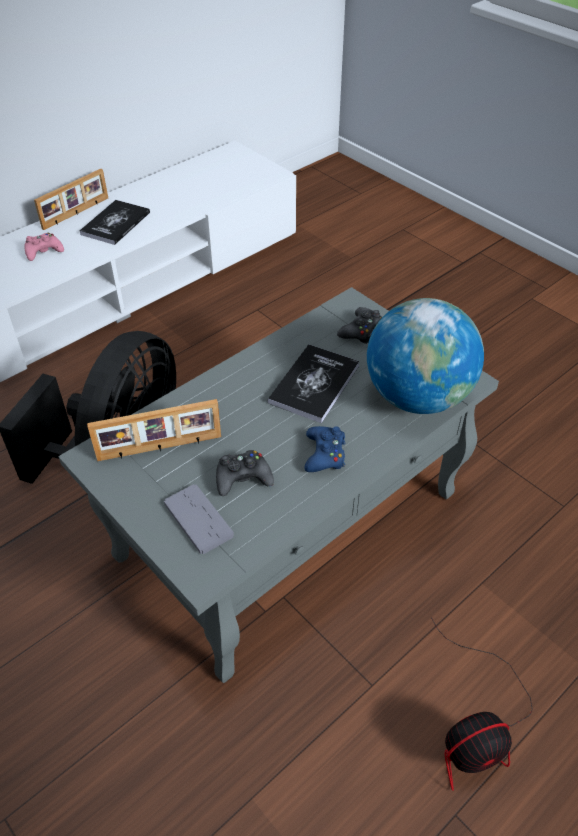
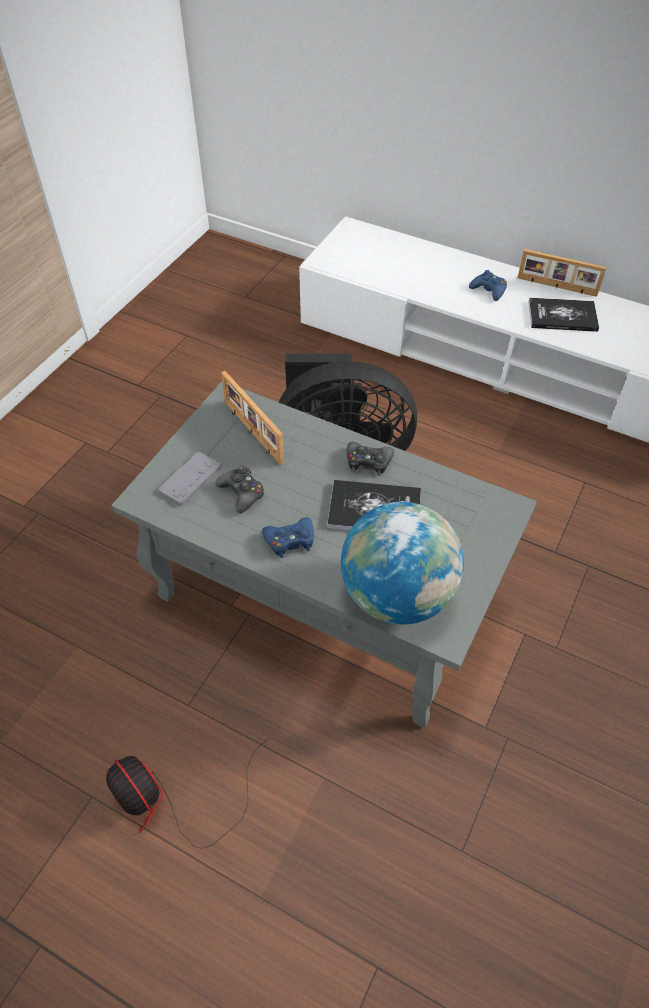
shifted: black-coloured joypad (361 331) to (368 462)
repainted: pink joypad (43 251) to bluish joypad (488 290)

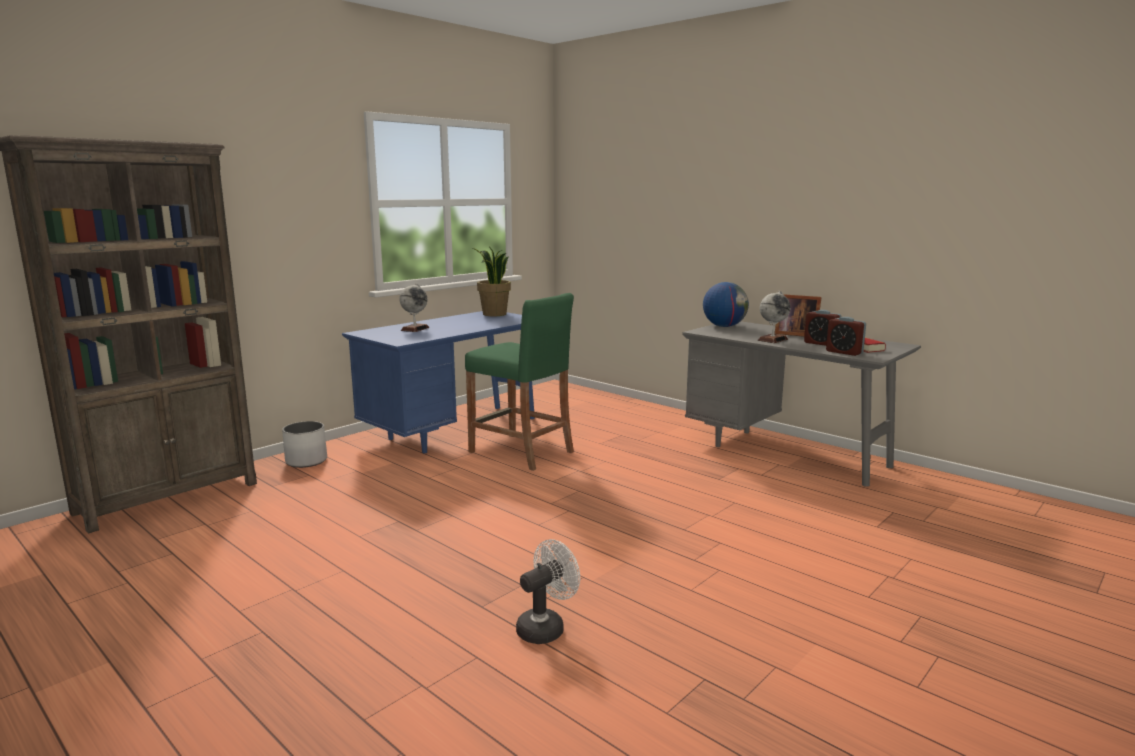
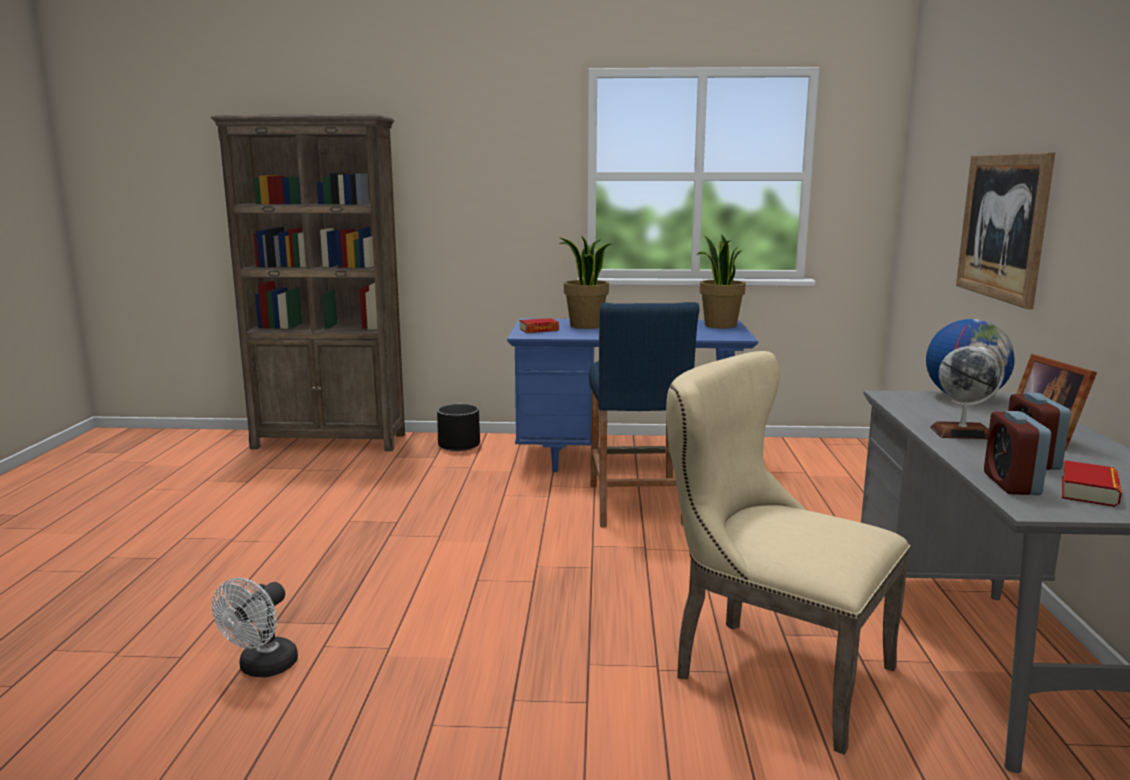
new: volume (539 330); sand-coloured plain chair (769 671); wall picture (1002 226)
swapped: world globe (415 329) to plant in a pot (585 326)
repainted: white-coloured planter (306 461) to black-coloured planter (458 445); greenish stool (521 452) to bluish stool (636 504)
rotated: white-coloured cooling fan (546 627) = (262 668) 105 degrees clockwise

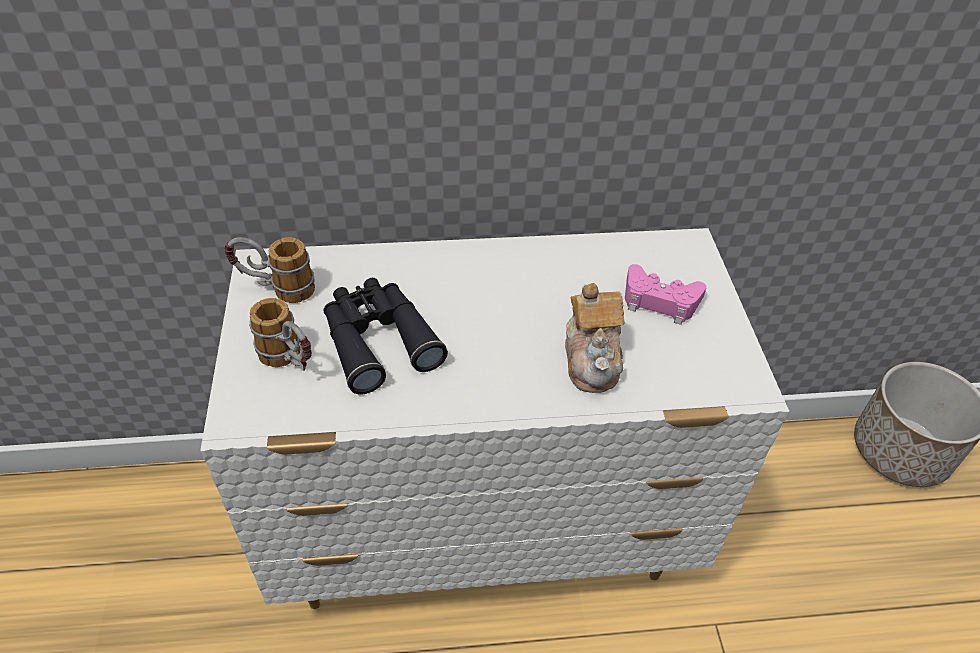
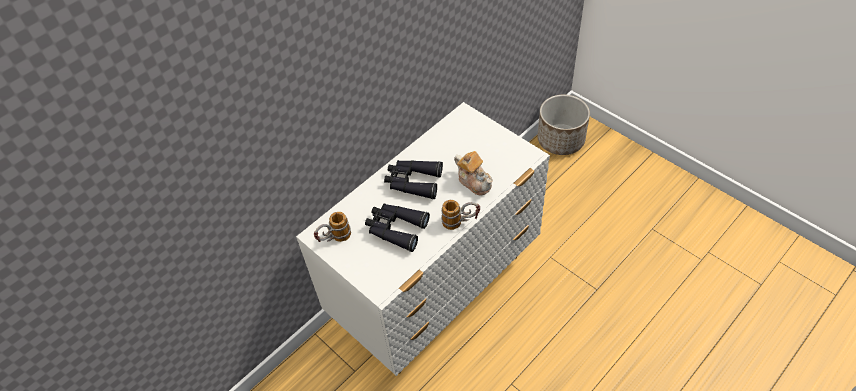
gone: pink joypad (660 300)
new: black-coloured pair of binoculars (413 182)
shifted: tea mug (291 363) to (460 222)

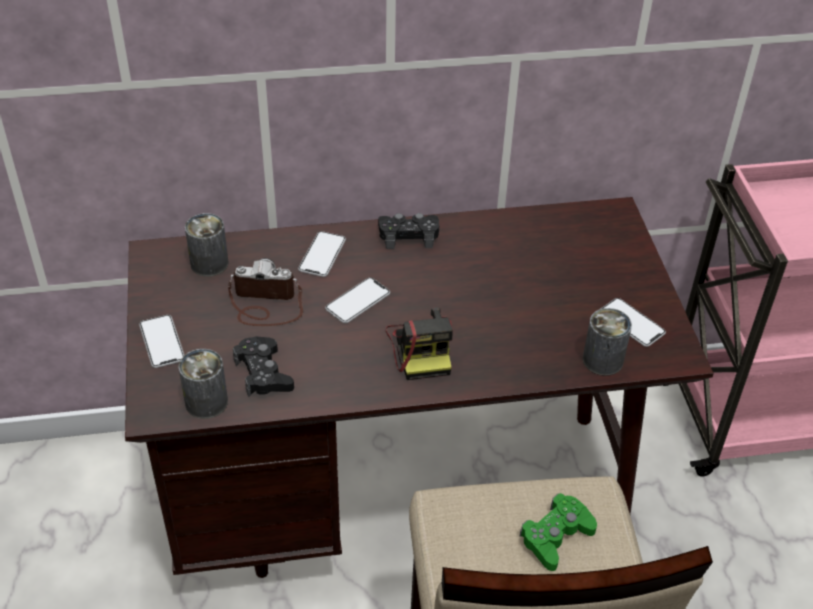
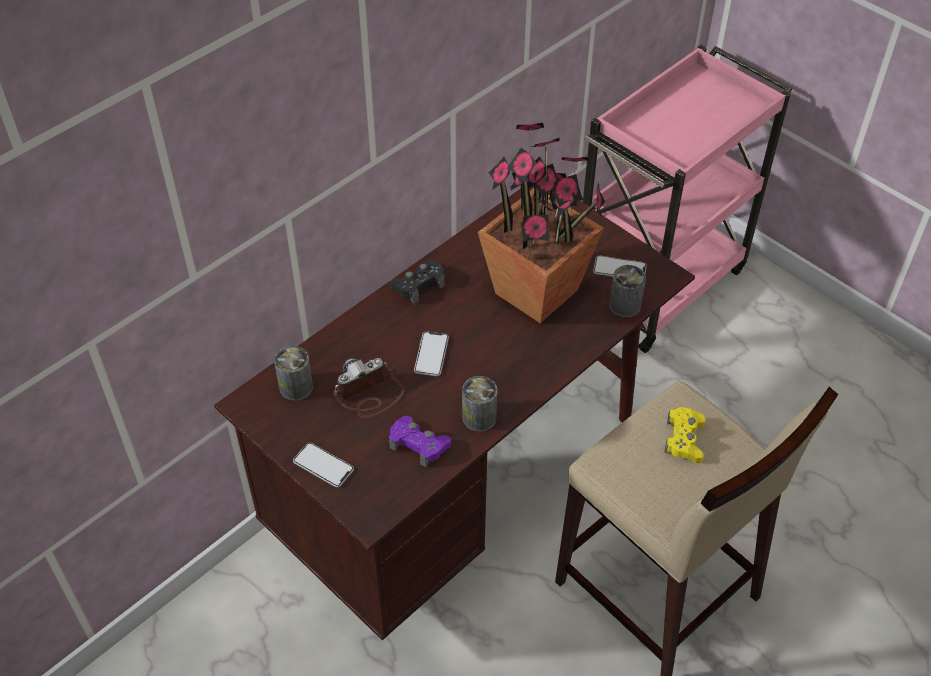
gone: handset (322 255); photo camera (422 348)
new: plant in a pot (537 292)
shifted: can (206 402) to (479 417)
repainted: black-coloured joypad (263 373) to purple-coloured joypad (418 444); greenish joypad (556 536) to yellow joypad (684 439)

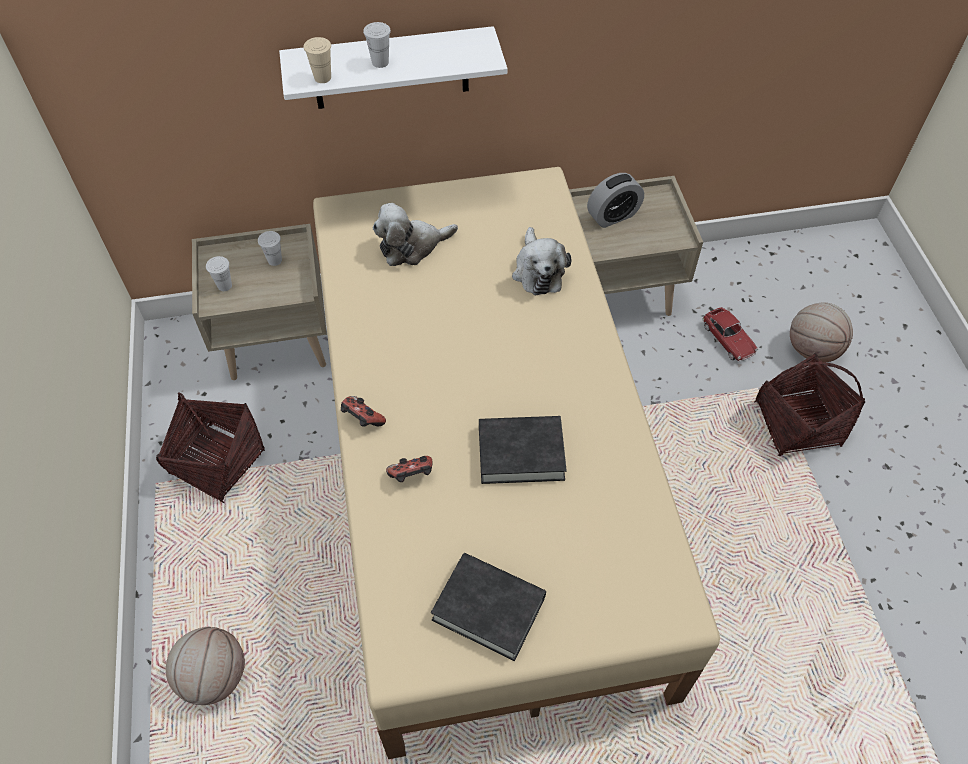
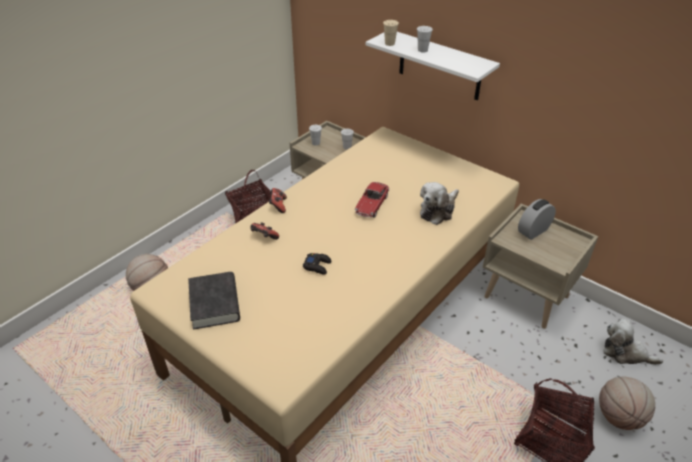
shifted: model car (727 339) to (372 205); soft toy (412 246) to (625 353)
swapped: black-coloured volume (521 453) to black-coloured joypad (317 266)
rotated: table clock (613 216) = (533 231) 120 degrees clockwise

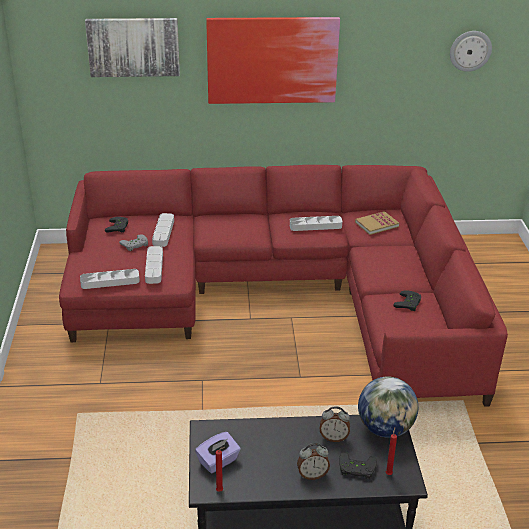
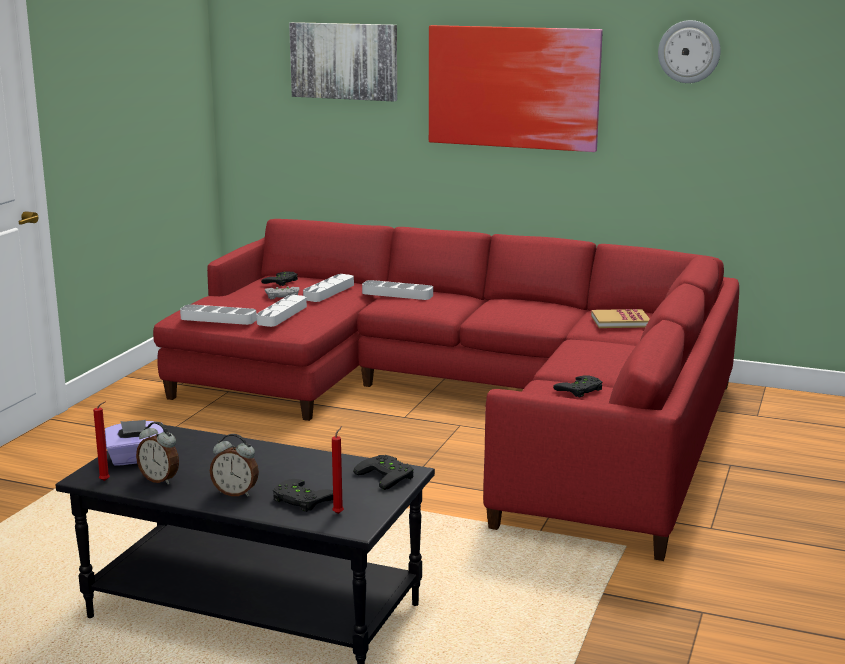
shifted: table clock (334 437) to (160 479); greyish tray (315 226) to (397 294); hanging clock (470 50) to (689 51)
swapped: world globe (385 428) to black-coloured joypad (388 475)

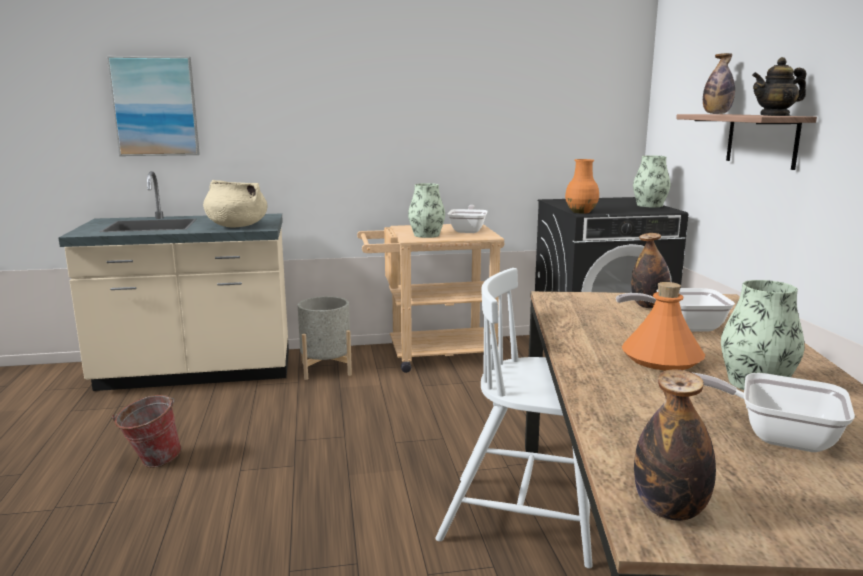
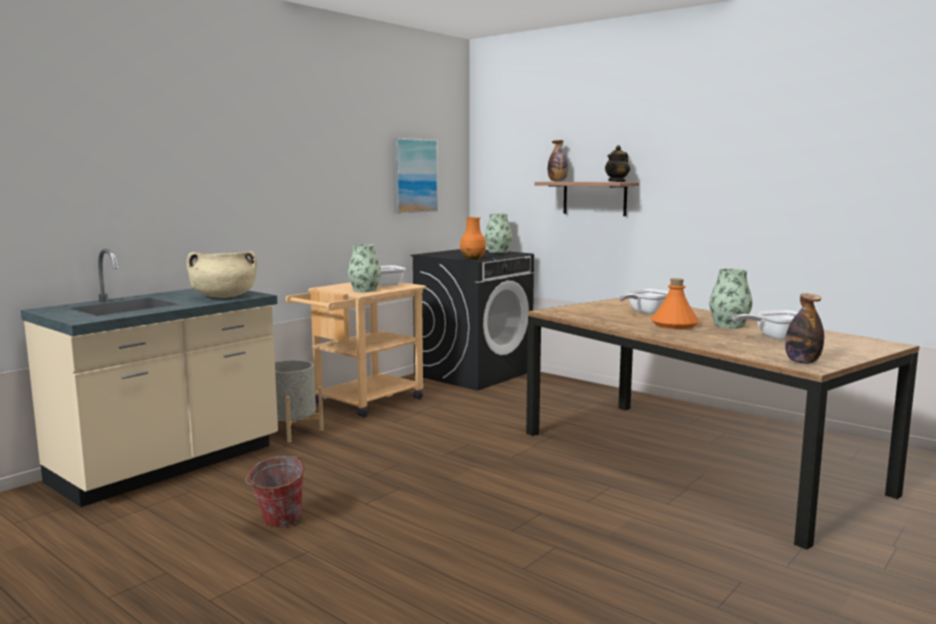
gone: white-coloured plain chair (523 519); drink bottle (649 306)
shifted: wall picture (155 106) to (414 175)

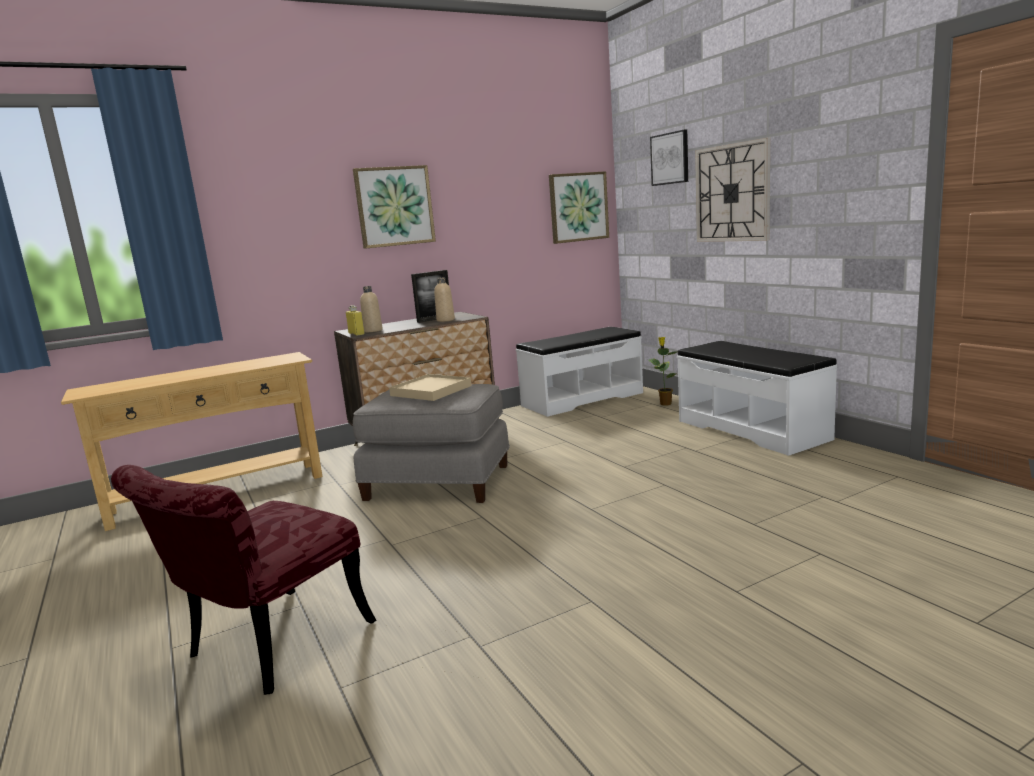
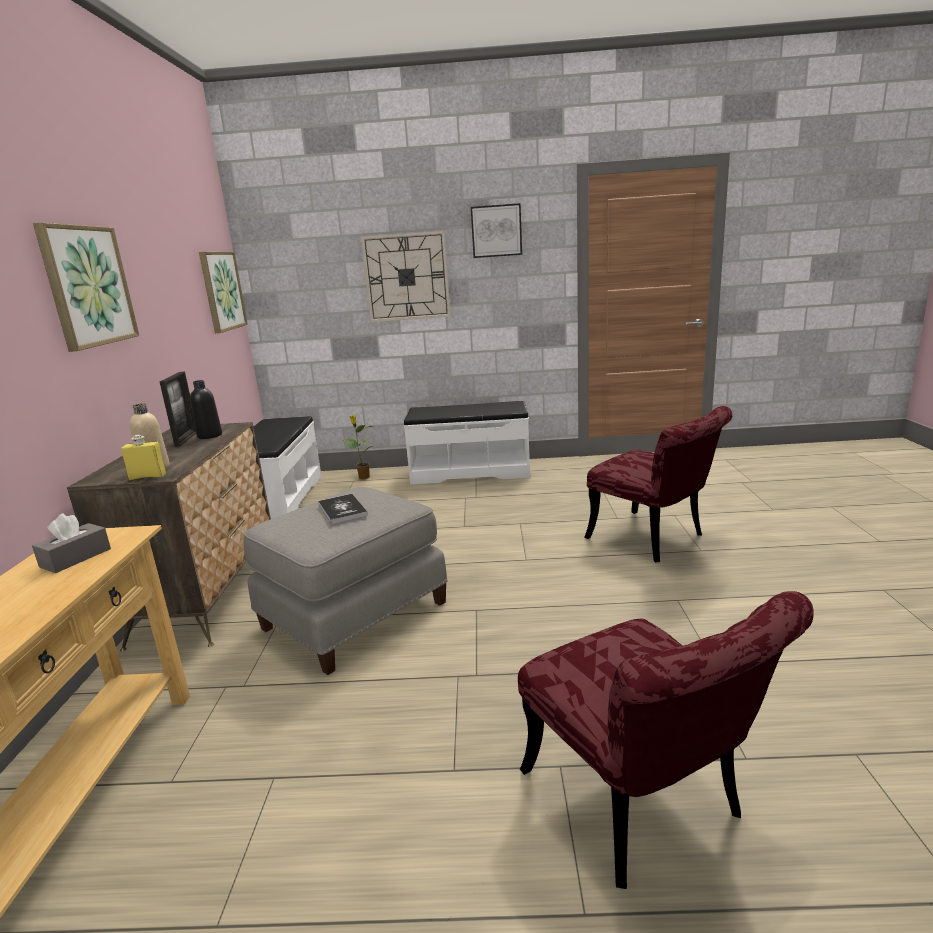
new: greyish tissue holder (76 558); reddish plain chair (655 540)
shifted: wall picture (670 158) to (496 231)
swapped: sand-coloured tray (431 391) to volume (342 509)
repainted: sand-coloured drink bottle (445 320) to black-coloured drink bottle (210 436)

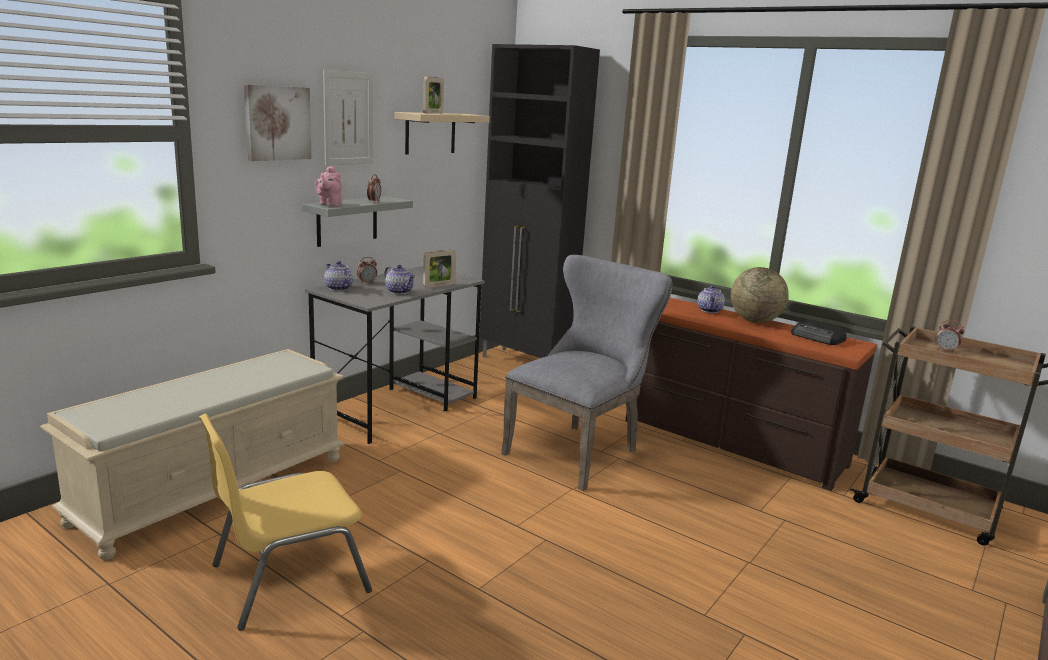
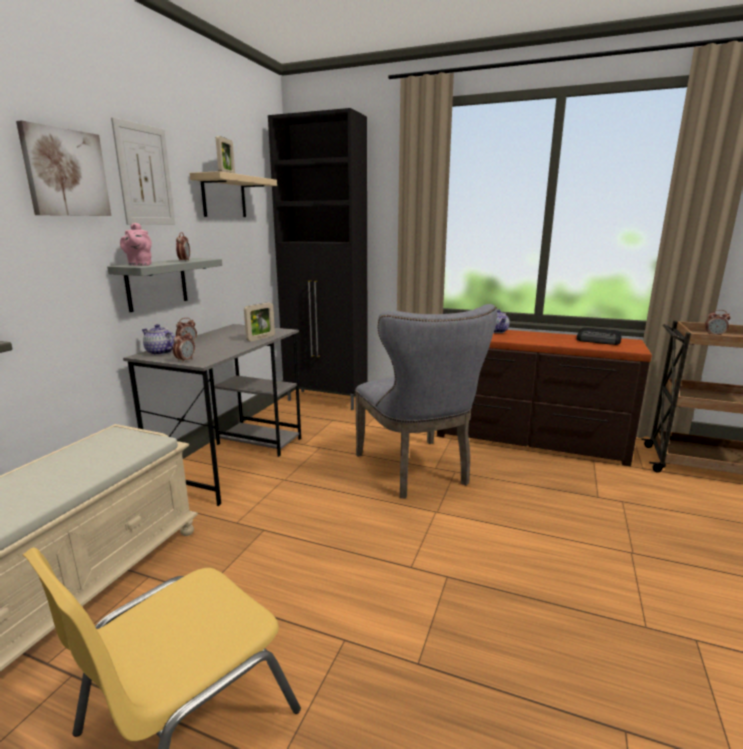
gone: pot for tea (400 291); world globe (754 321)
new: table clock (185 360)
rotated: greyish plain chair (579 450) = (417 471) 135 degrees clockwise

